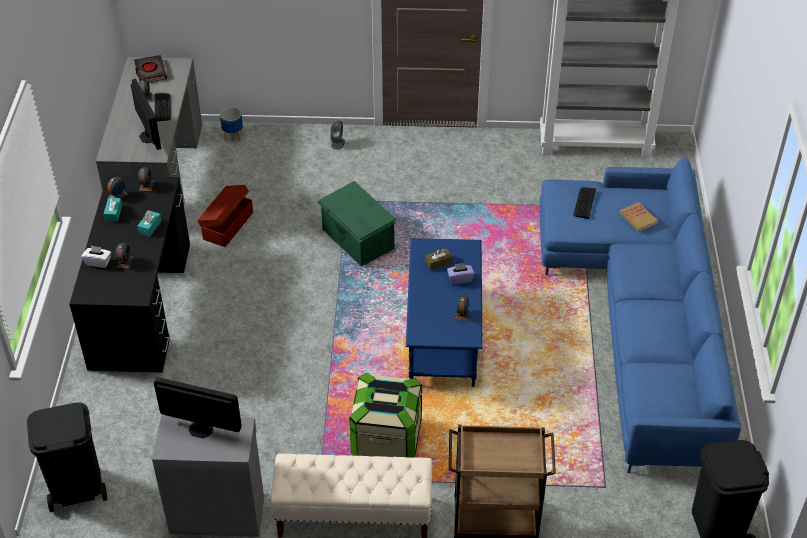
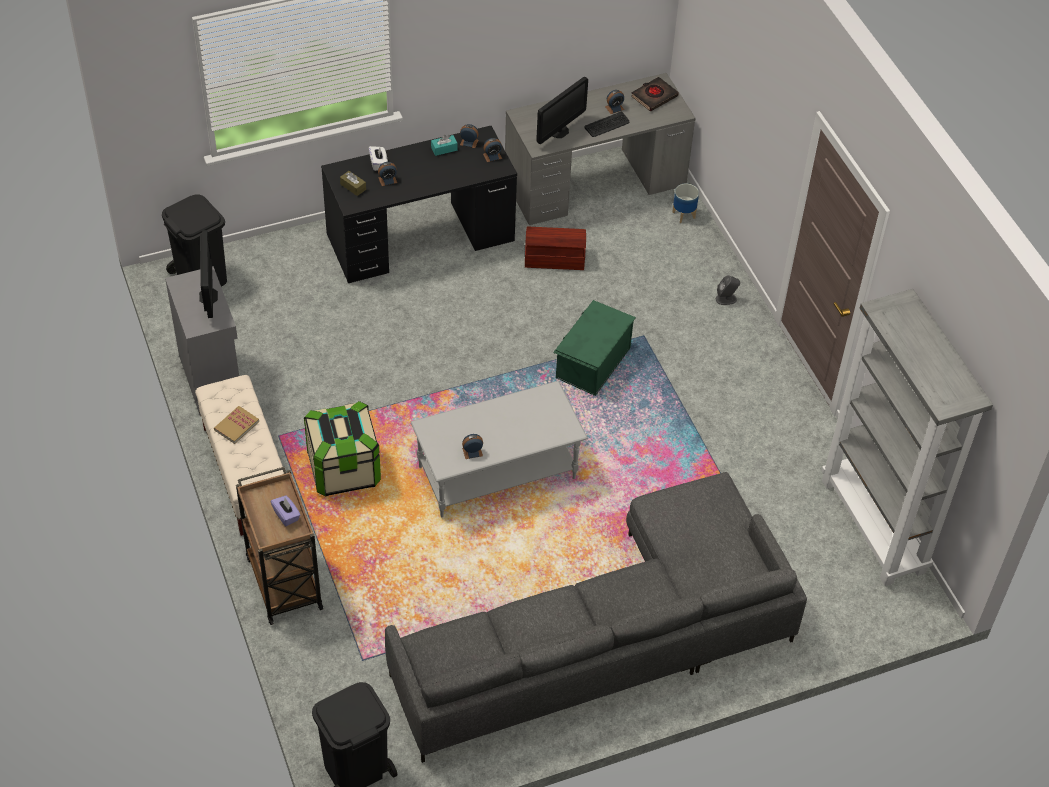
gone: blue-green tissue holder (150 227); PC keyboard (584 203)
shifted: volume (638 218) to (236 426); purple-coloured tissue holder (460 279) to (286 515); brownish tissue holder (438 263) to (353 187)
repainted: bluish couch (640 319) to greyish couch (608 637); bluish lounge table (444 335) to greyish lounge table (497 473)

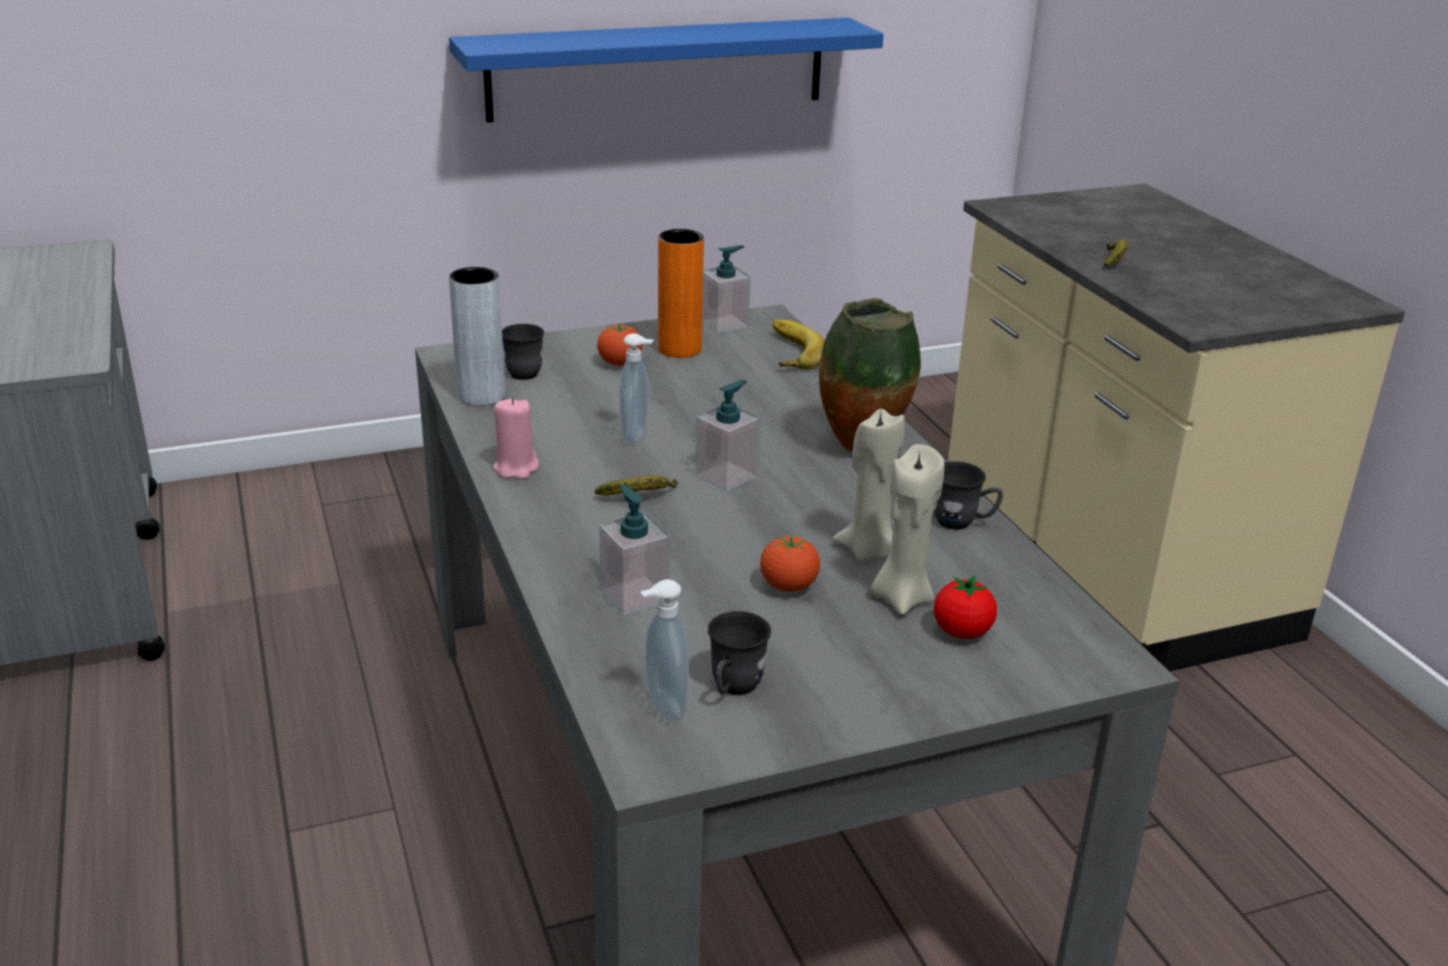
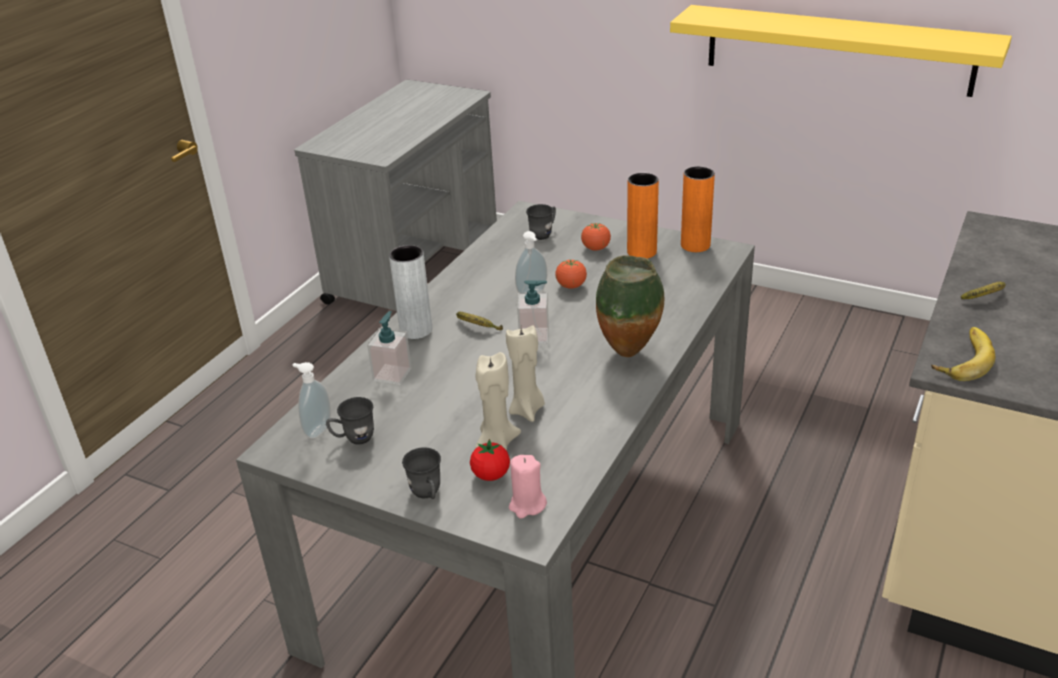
shifted: greyish decorative vase (481 396) to (416 330); greyish tea mug (963 523) to (428 494); pink candle (516 468) to (527 505); whole tomato (788 586) to (571 286); banana (788 352) to (961 358)
swapped: soap bottle (724 324) to orange-coloured decorative vase (695 245)
repainted: bluish shelf (658 68) to yellow shelf (837 49)

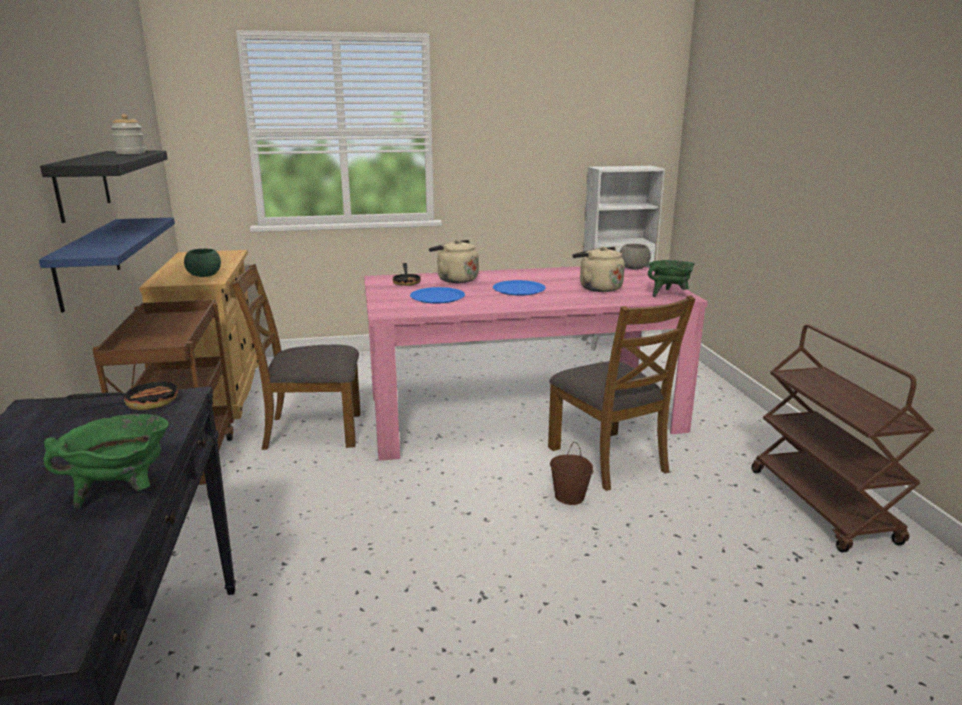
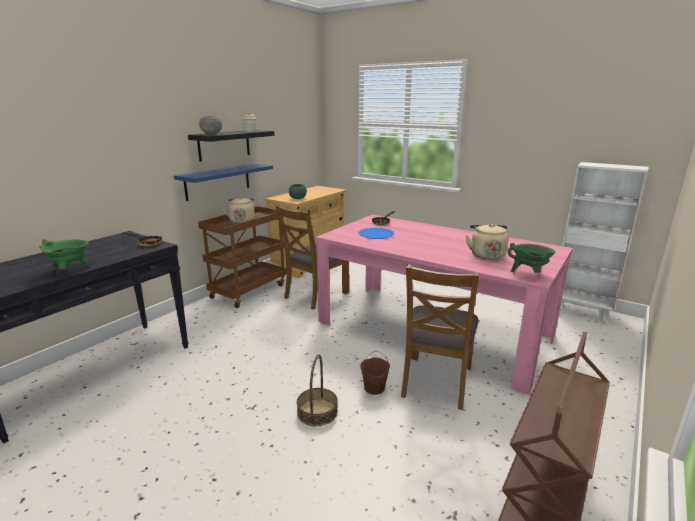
gone: bluish flat dish (519 289)
new: household basket (317 412)
shifted: greyish deep dish (633 268) to (212 133); sand-coloured tea kettle (455 279) to (242 221)
rotated: brownish plain chair (312 431) = (315 295) 90 degrees counterclockwise

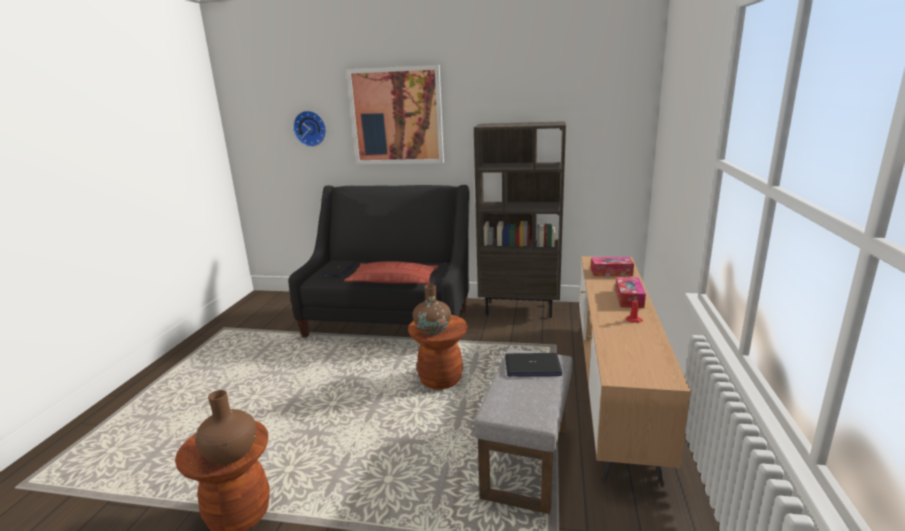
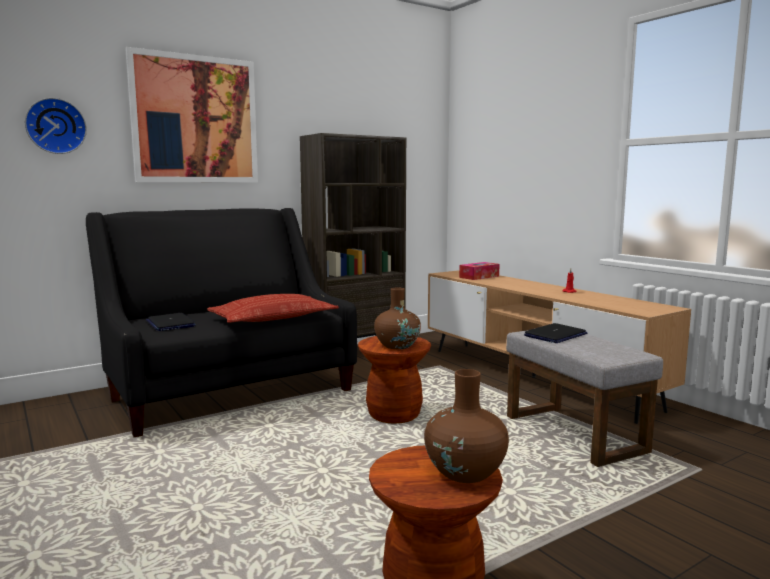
gone: tissue holder (629 298)

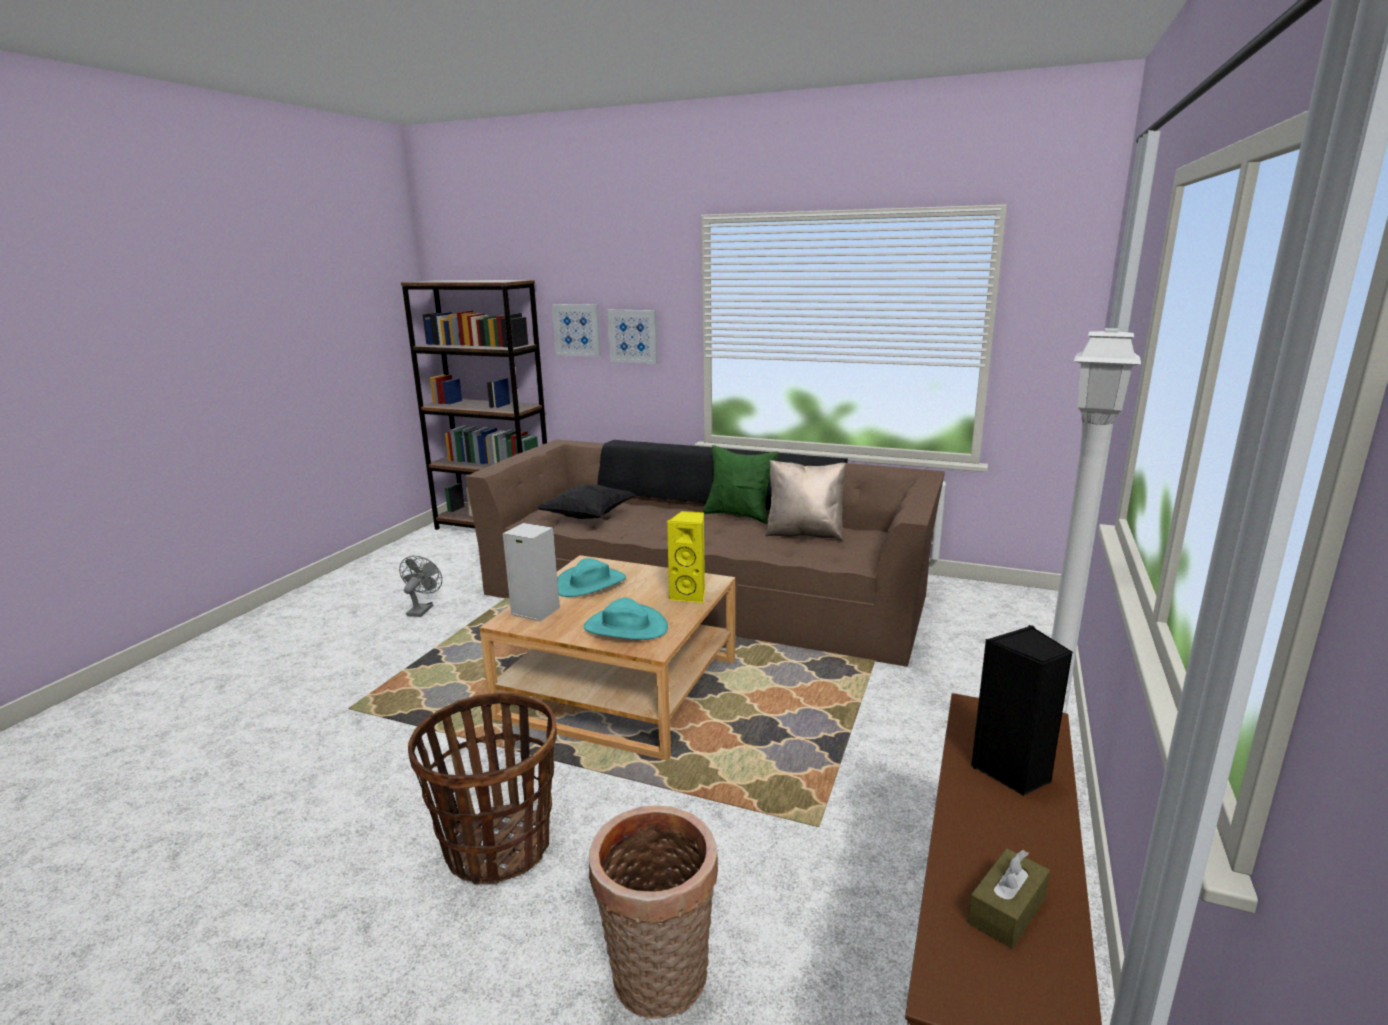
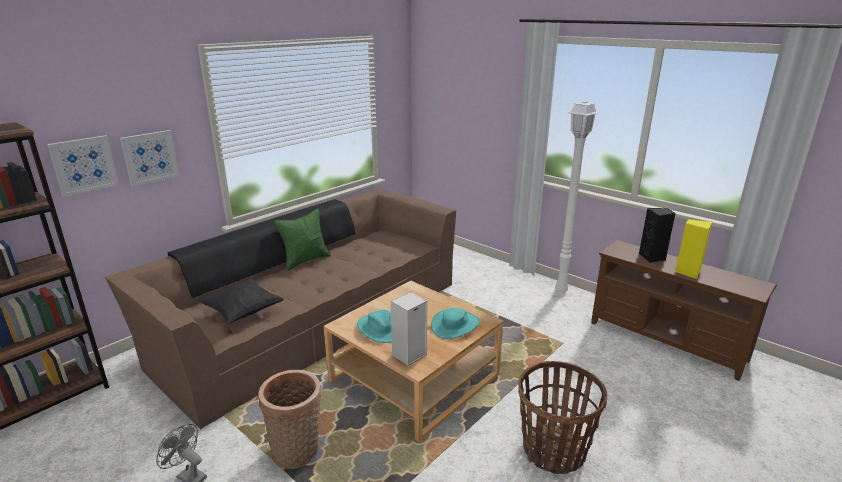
gone: sand-coloured cushion (804 533); brownish tissue holder (1007 910)
shifted: household basket (659 983) to (298 452); yellow audio speaker (690 595) to (687 272)

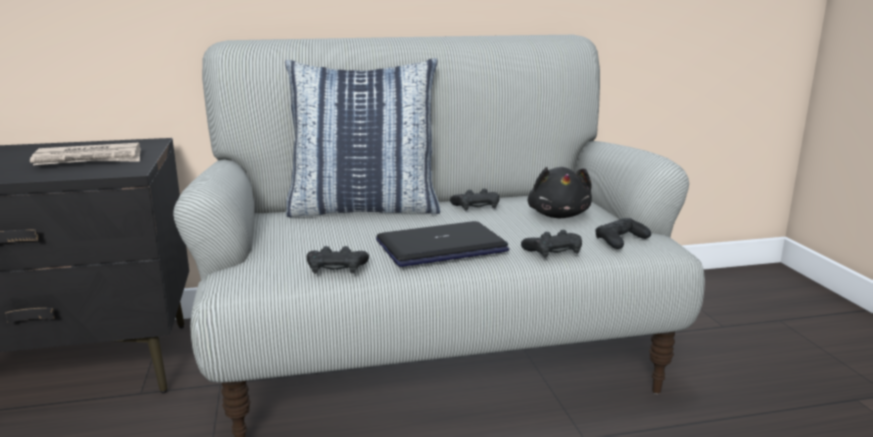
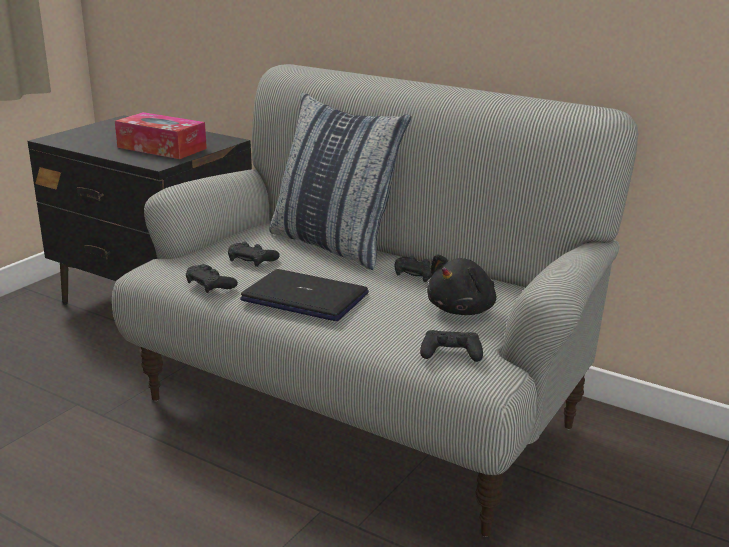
shifted: black-coloured joypad (553 251) to (252 260)
swapped: printed paper (89 160) to tissue holder (162 148)

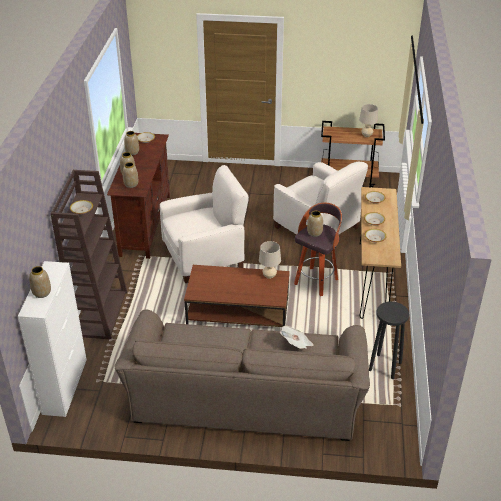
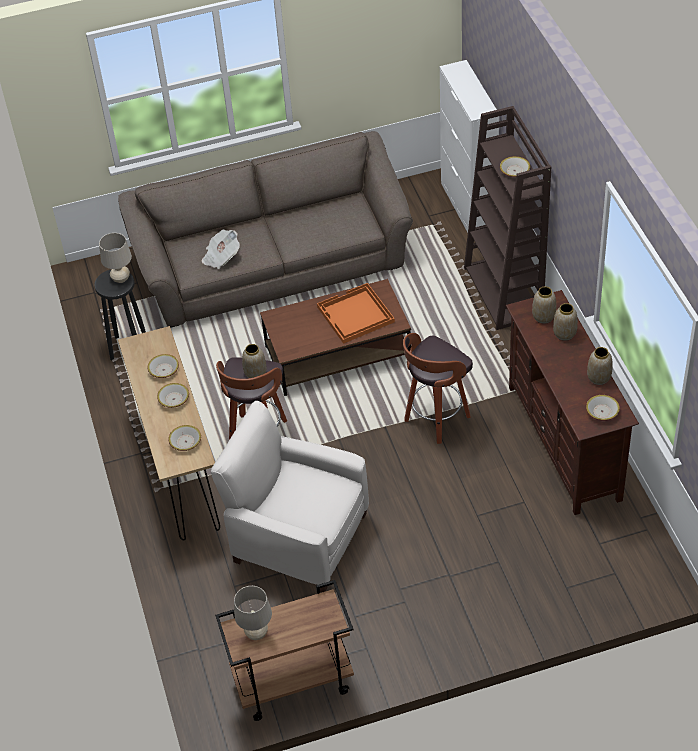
gone: decorative vase (41 293)
new: orange-coloured tray (355 315)
shifted: sand-coloured lamp for a table (269 276) to (121 279)
swapped: white-coloured armchair (204 256) to stool (436 420)

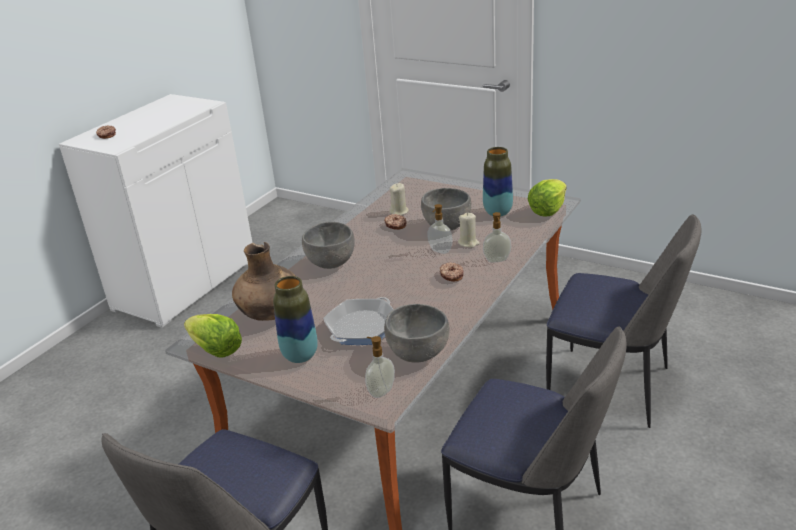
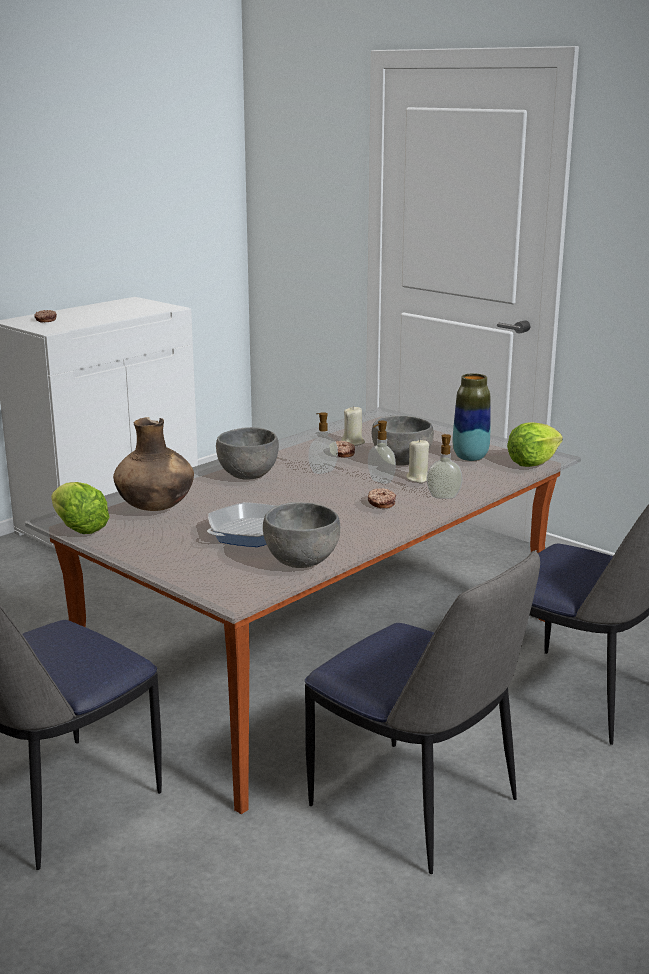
gone: decorative vase (300 356)
shifted: soap bottle (380 391) to (322 471)

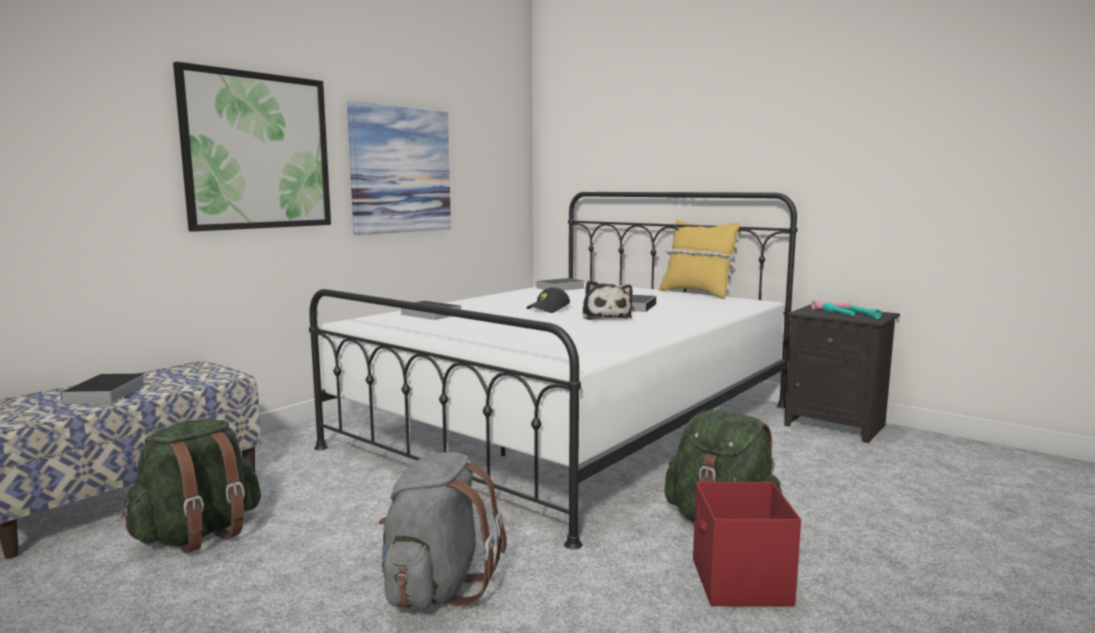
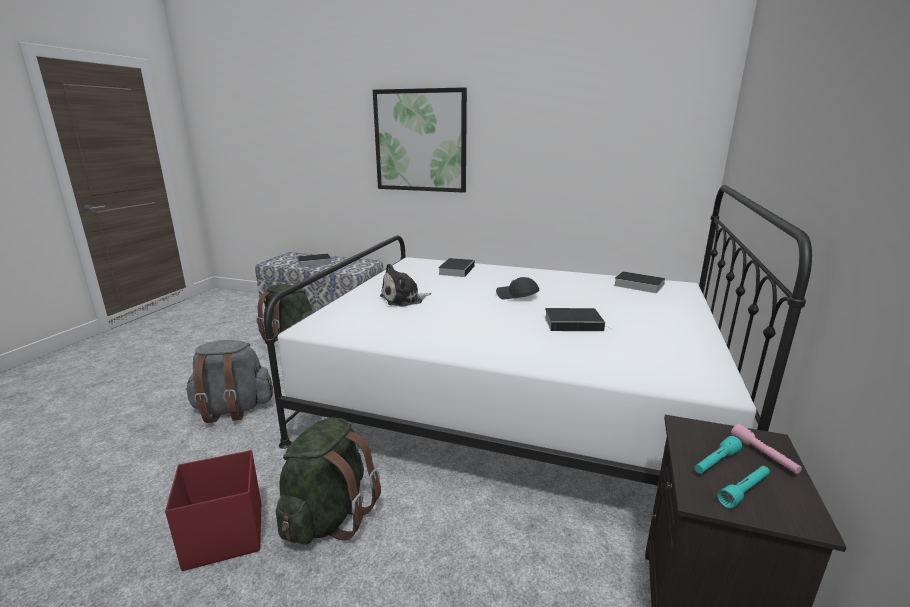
gone: wall picture (401 170); yellow cushion (697 293)
shifted: soft toy (606 317) to (404 299)

